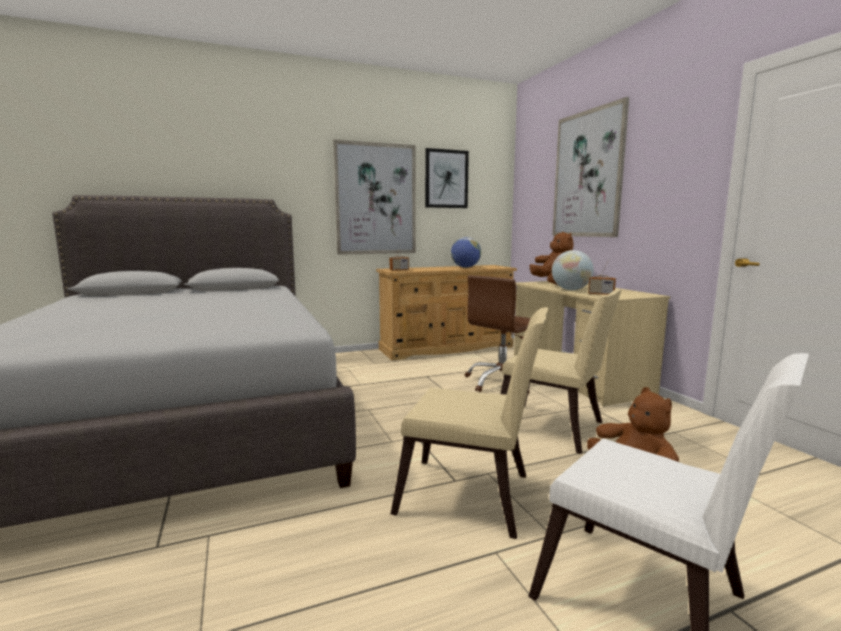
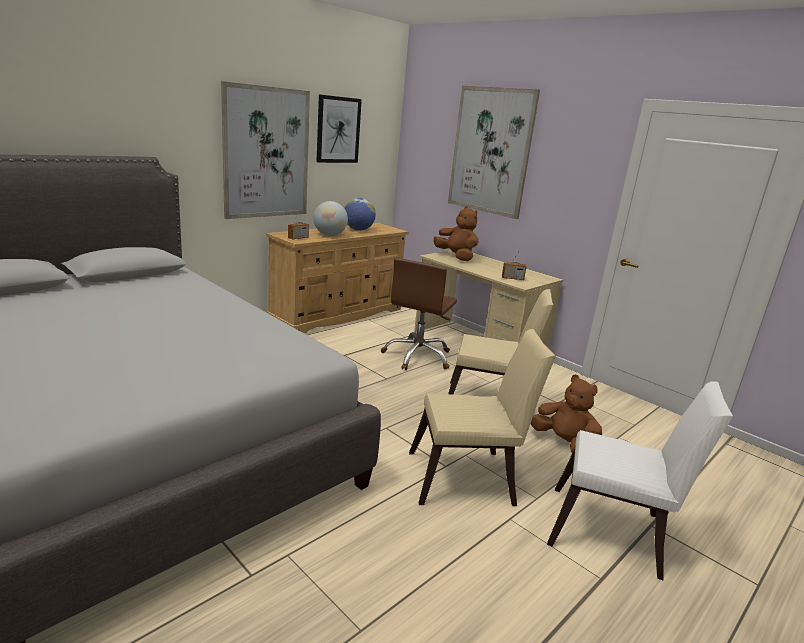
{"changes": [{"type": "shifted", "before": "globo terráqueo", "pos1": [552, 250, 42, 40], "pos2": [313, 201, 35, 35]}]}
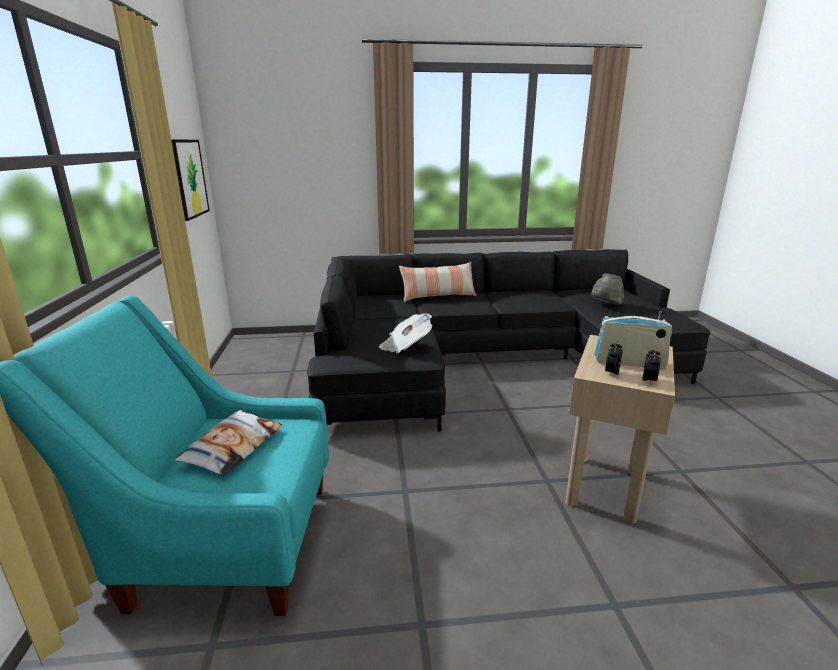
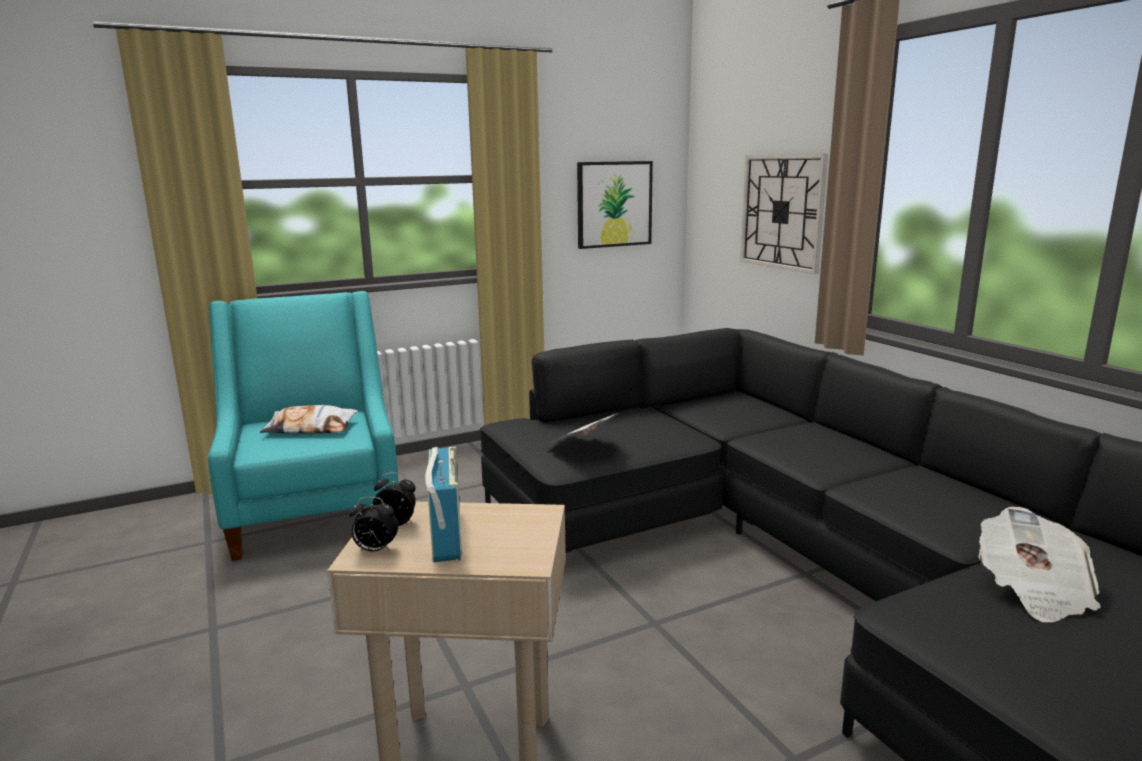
{"changes": [{"type": "gone", "before": "cojín", "pos1": [399, 262, 78, 40]}, {"type": "swapped", "before": "sombrero [gris]", "after": "periódico", "pos1": [591, 273, 33, 32], "pos2": [979, 507, 122, 115]}, {"type": "new", "after": "reloj de pared", "pos2": [740, 154, 88, 120]}]}
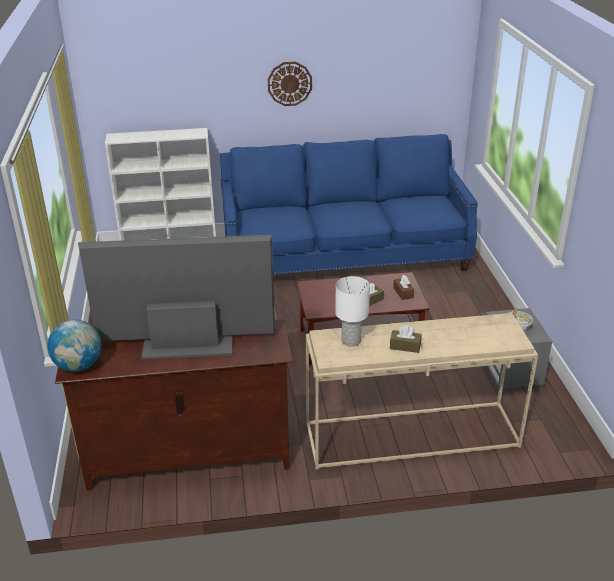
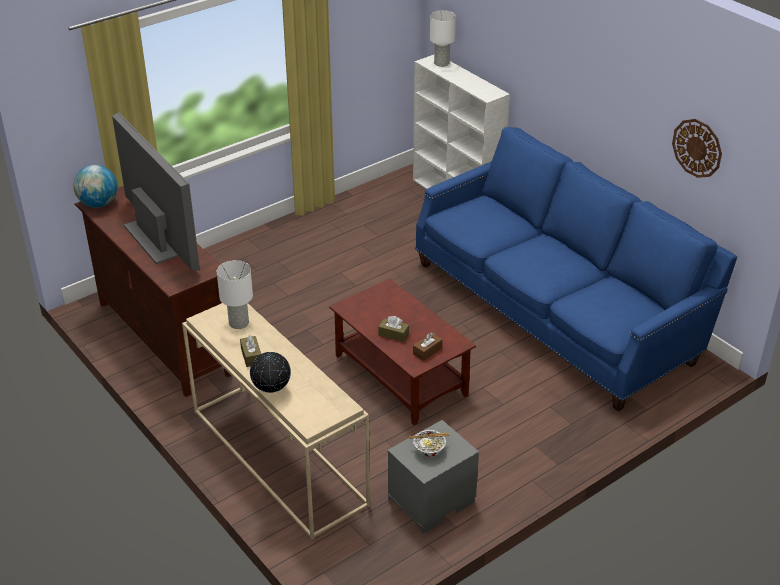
{"changes": [{"type": "shifted", "before": "reloj de pared", "pos1": [268, 62, 44, 44], "pos2": [672, 119, 50, 59]}, {"type": "new", "after": "lámpara de mesa [blanco]", "pos2": [430, 10, 26, 57]}, {"type": "new", "after": "globo terráqueo", "pos2": [250, 352, 41, 41]}]}
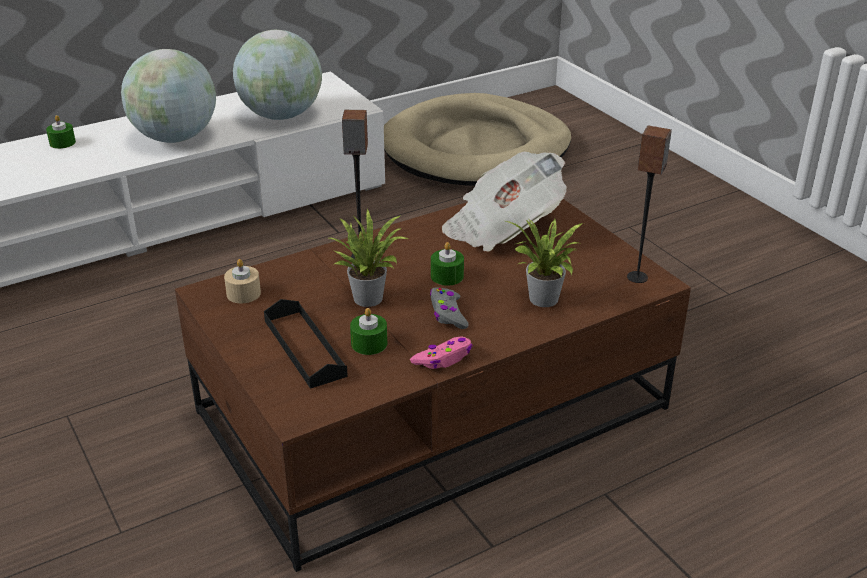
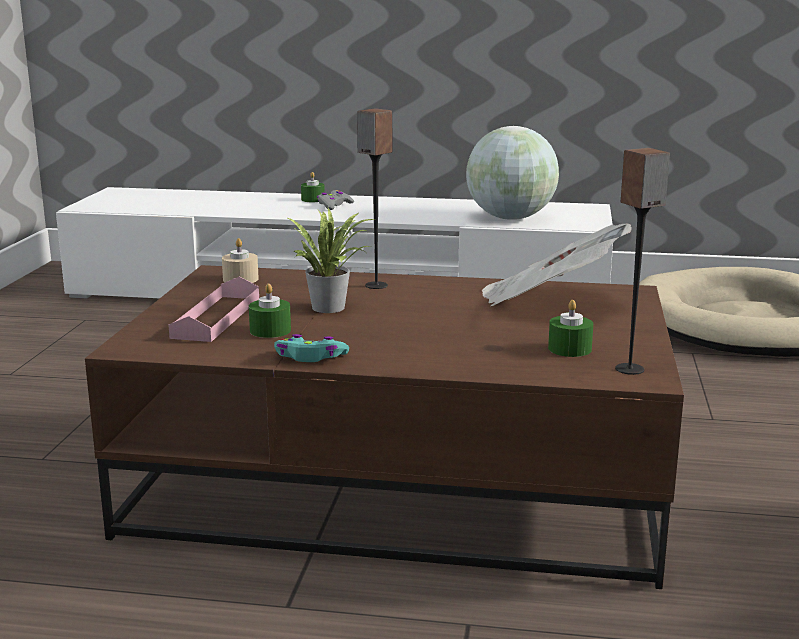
{"changes": [{"type": "gone", "before": "globo terráqueo", "pos1": [121, 49, 95, 94]}, {"type": "gone", "before": "planta en maceta", "pos1": [506, 218, 77, 89]}, {"type": "shifted", "before": "vela [verde]", "pos1": [431, 242, 33, 44], "pos2": [548, 300, 45, 57]}, {"type": "shifted", "before": "mando de consola [gris]", "pos1": [430, 287, 39, 42], "pos2": [317, 190, 37, 20]}, {"type": "repainted", "before": "bandeja [negro]", "after": "bandeja [rosa]", "pos1": [264, 299, 84, 90], "pos2": [169, 276, 90, 66]}, {"type": "repainted", "before": "mando de consola [rosa]", "after": "mando de consola [turquesa]", "pos1": [410, 336, 63, 33], "pos2": [274, 334, 75, 28]}]}
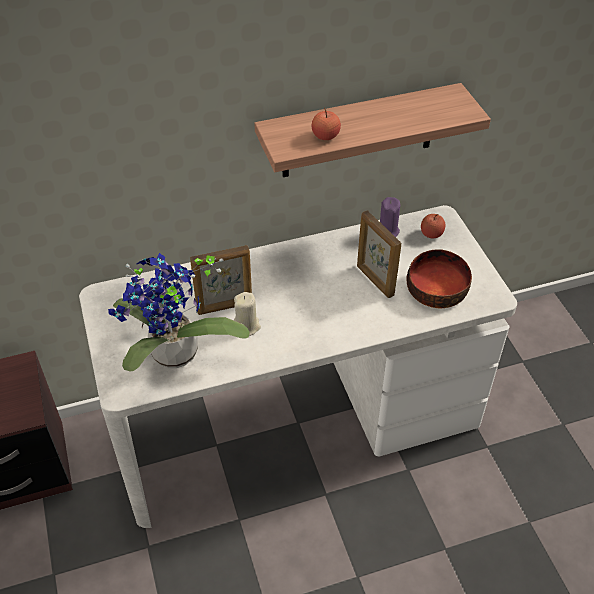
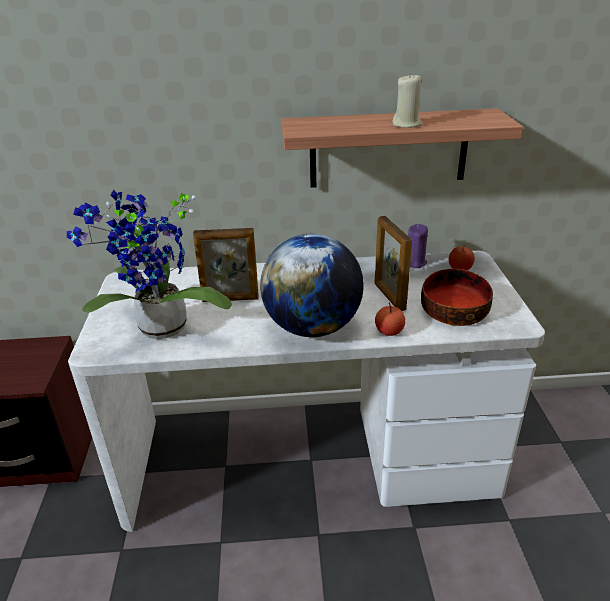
{"changes": [{"type": "shifted", "before": "manzana", "pos1": [311, 108, 30, 32], "pos2": [375, 302, 30, 34]}, {"type": "shifted", "before": "vela [beis]", "pos1": [234, 292, 27, 44], "pos2": [392, 73, 30, 55]}, {"type": "new", "after": "globo terráqueo", "pos2": [260, 234, 104, 103]}]}
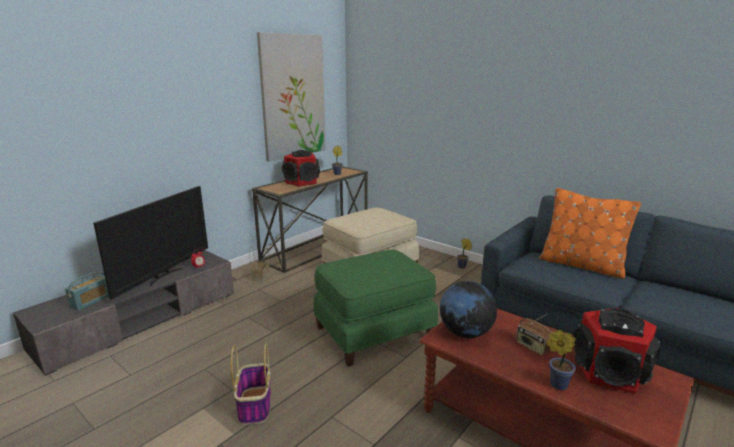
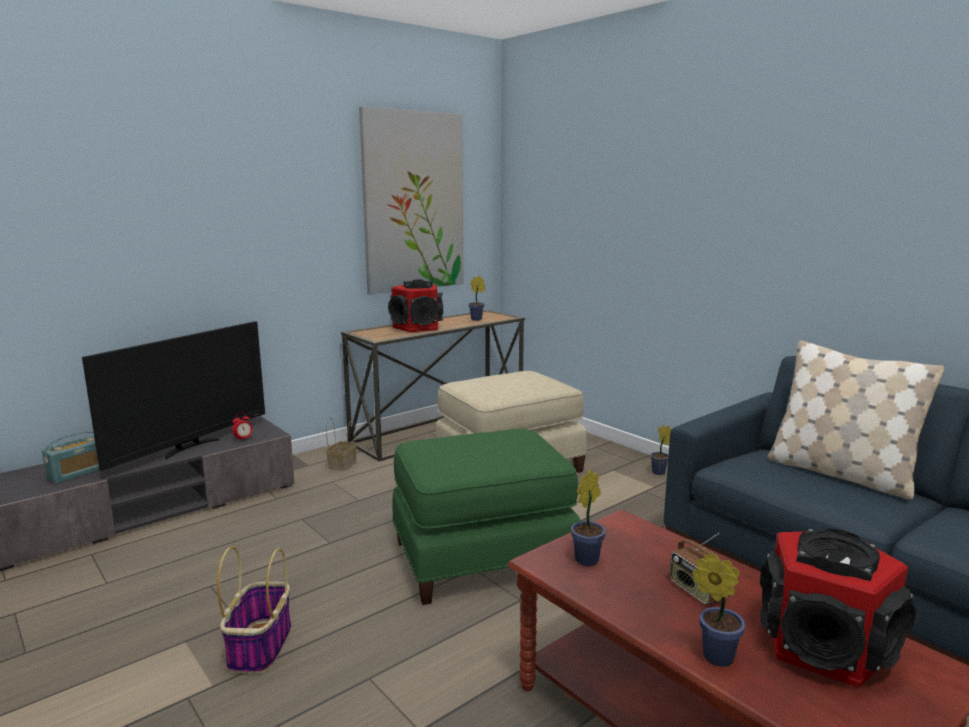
{"changes": [{"type": "repainted", "before": "cojín [naranja]", "after": "cojín [beis]", "pos1": [539, 188, 102, 91], "pos2": [767, 341, 178, 159]}, {"type": "swapped", "before": "globo terráqueo", "after": "planta en maceta", "pos1": [440, 281, 57, 57], "pos2": [571, 470, 35, 96]}]}
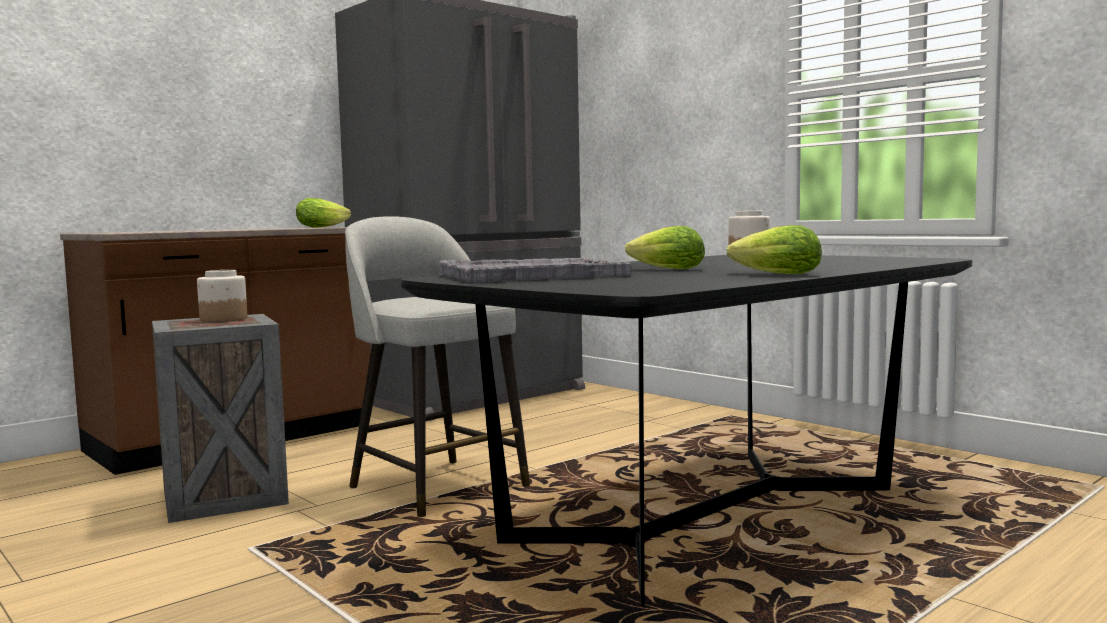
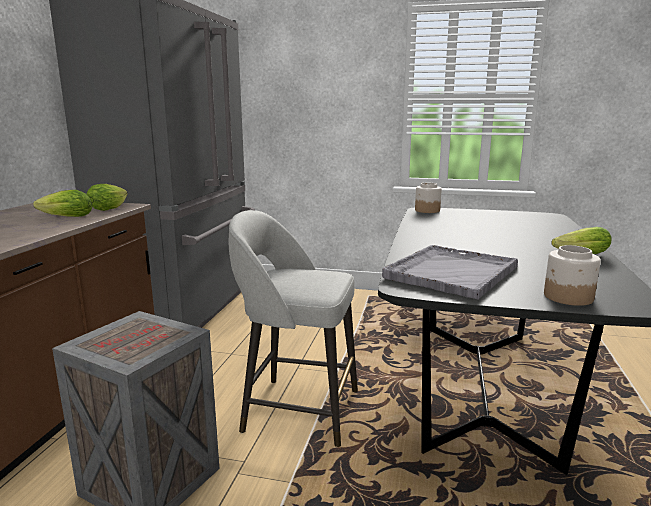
{"changes": [{"type": "shifted", "before": "lechuga", "pos1": [625, 226, 80, 43], "pos2": [33, 190, 60, 27]}, {"type": "shifted", "before": "tarro", "pos1": [197, 270, 50, 52], "pos2": [544, 245, 57, 61]}]}
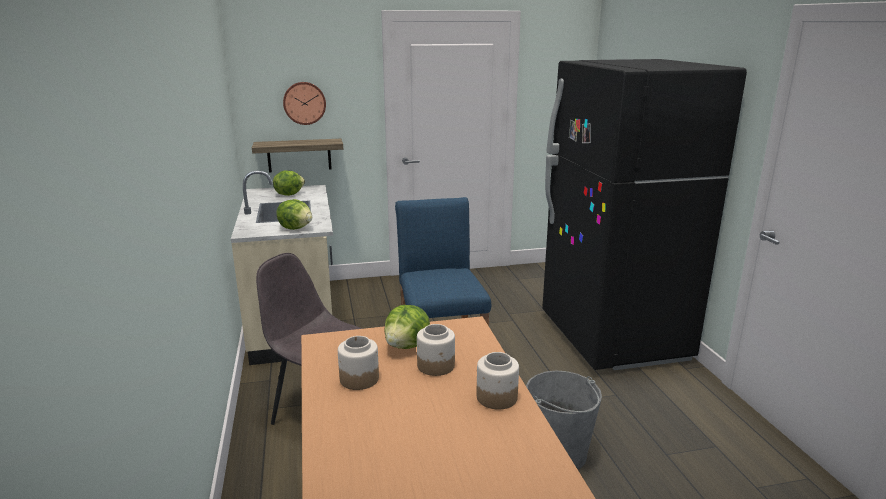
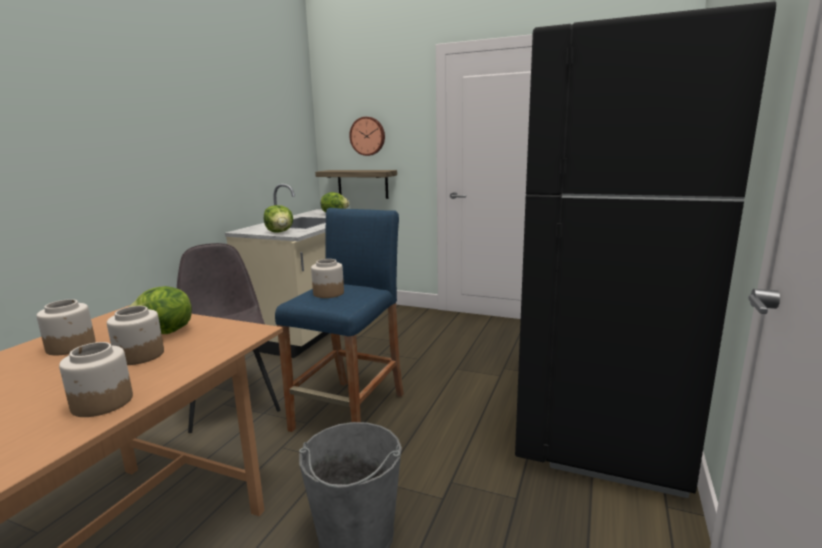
{"changes": [{"type": "new", "after": "tarro", "pos2": [311, 259, 33, 39]}]}
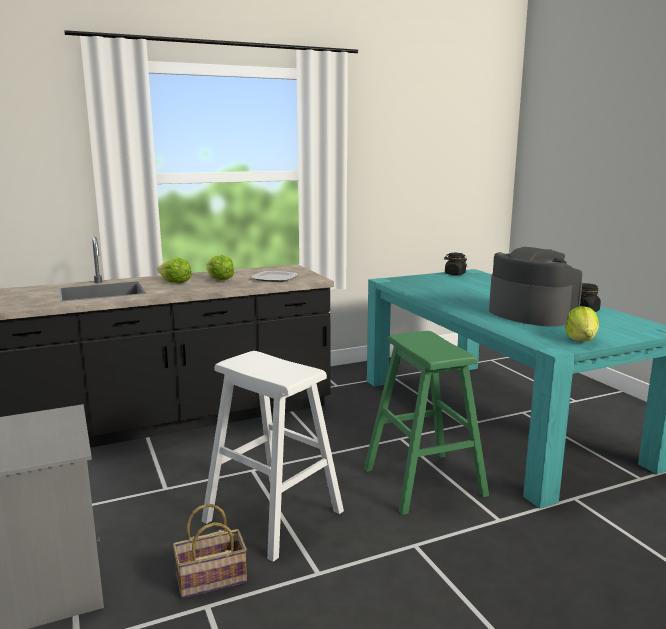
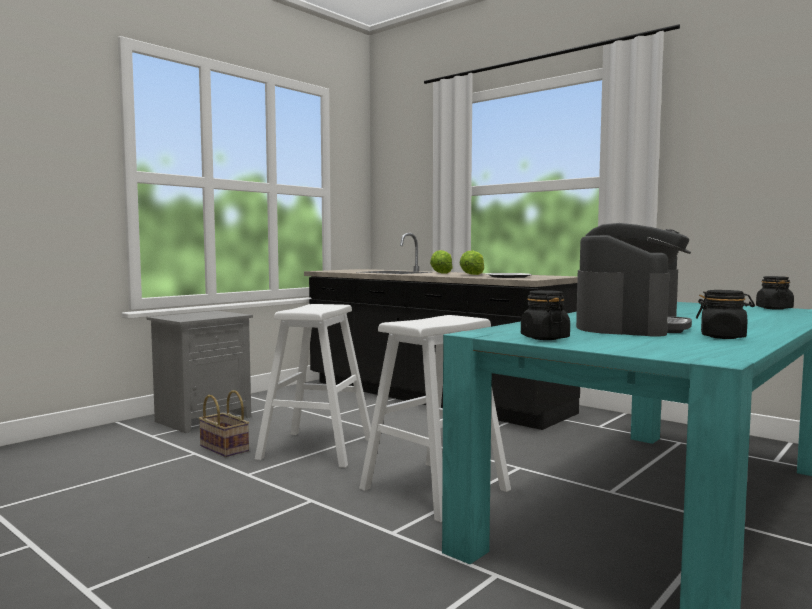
{"changes": [{"type": "swapped", "before": "lechuga", "after": "tarro [negro]", "pos1": [565, 306, 34, 35], "pos2": [521, 290, 49, 50]}, {"type": "repainted", "before": "taburete [verde]", "after": "taburete [blanco]", "pos1": [364, 331, 125, 184], "pos2": [359, 315, 152, 207]}]}
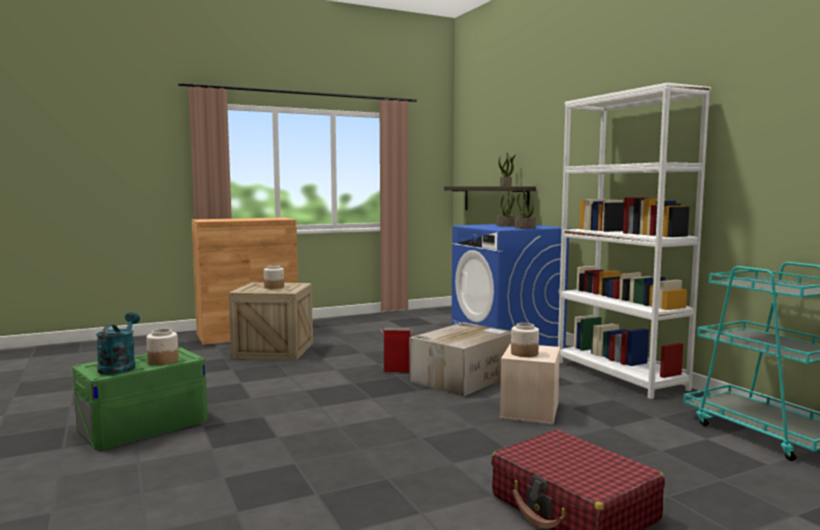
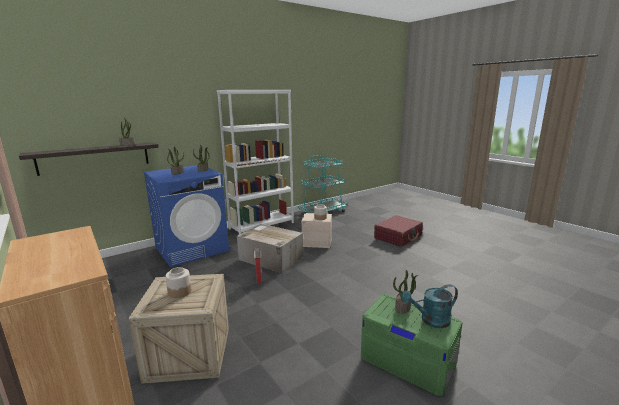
{"changes": [{"type": "swapped", "before": "tarro", "after": "planta en maceta", "pos1": [146, 329, 33, 36], "pos2": [393, 270, 25, 44]}]}
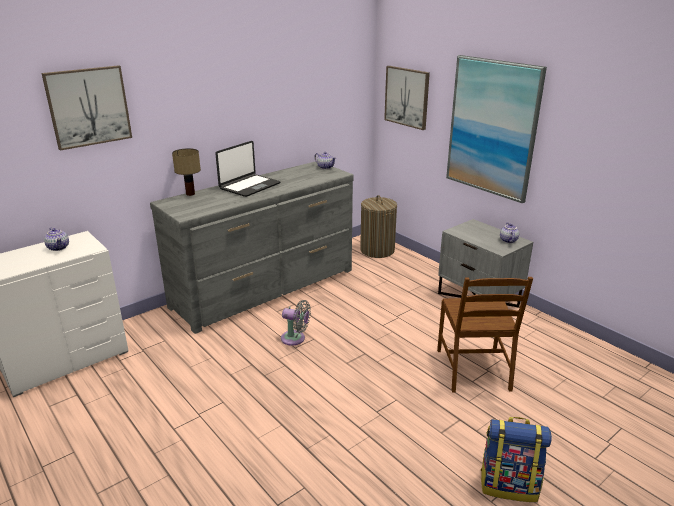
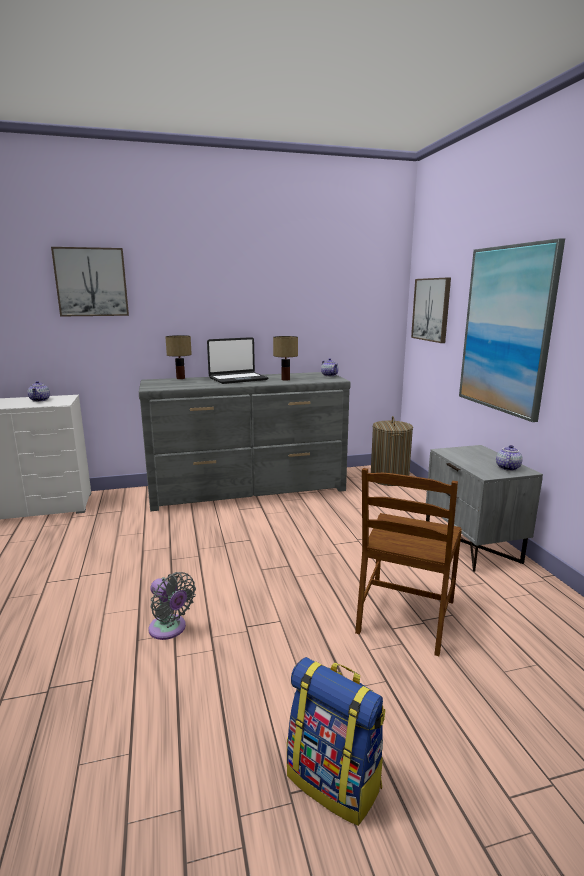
{"changes": [{"type": "shifted", "before": "ventilador [gris]", "pos1": [281, 300, 30, 46], "pos2": [148, 572, 48, 68]}, {"type": "new", "after": "lámpara de mesa", "pos2": [273, 336, 25, 45]}]}
